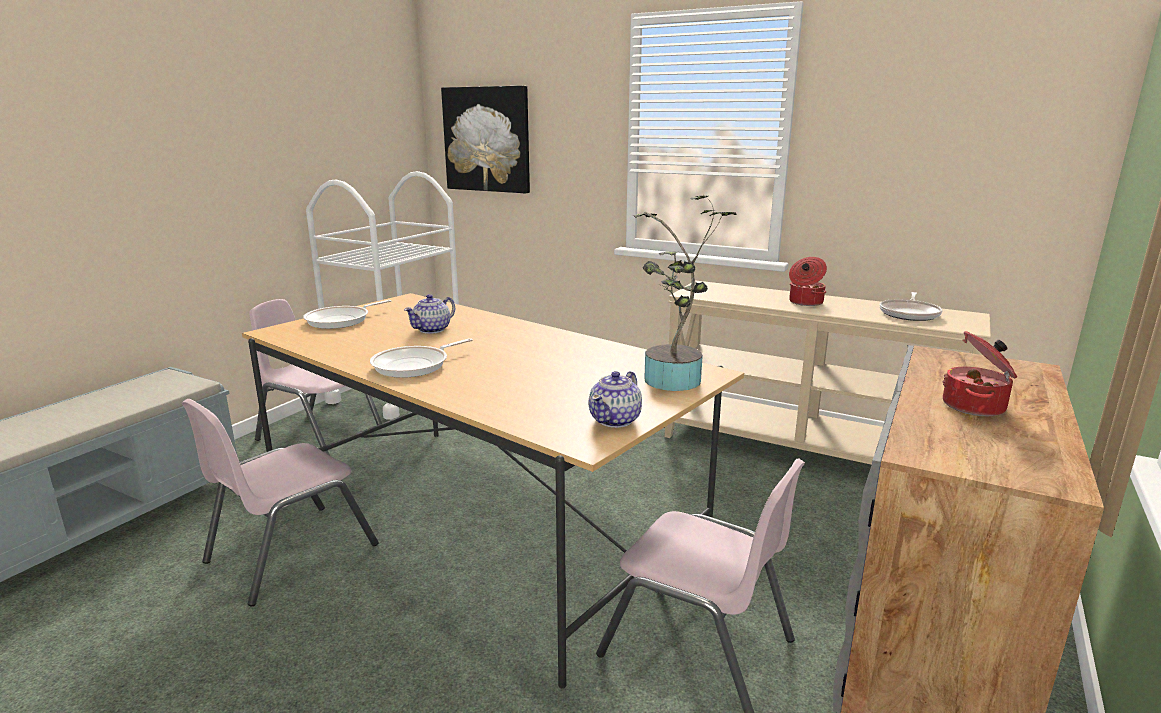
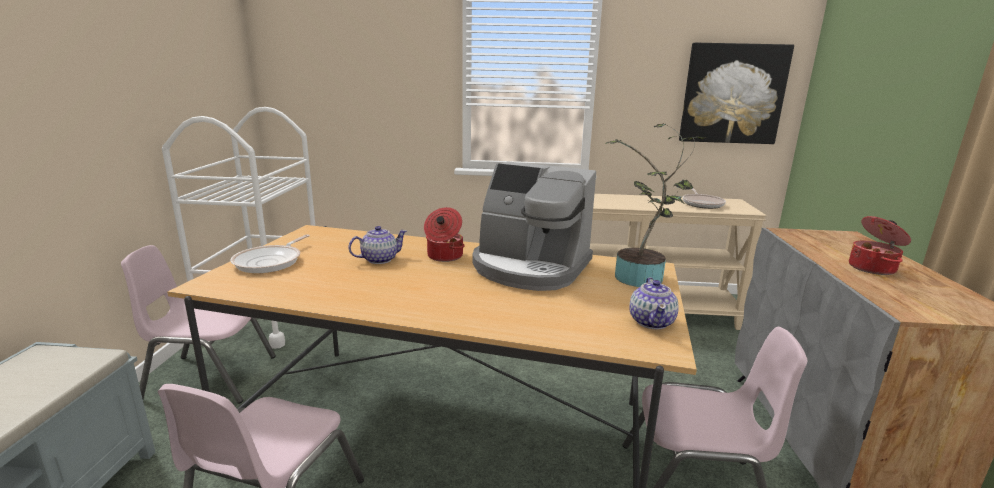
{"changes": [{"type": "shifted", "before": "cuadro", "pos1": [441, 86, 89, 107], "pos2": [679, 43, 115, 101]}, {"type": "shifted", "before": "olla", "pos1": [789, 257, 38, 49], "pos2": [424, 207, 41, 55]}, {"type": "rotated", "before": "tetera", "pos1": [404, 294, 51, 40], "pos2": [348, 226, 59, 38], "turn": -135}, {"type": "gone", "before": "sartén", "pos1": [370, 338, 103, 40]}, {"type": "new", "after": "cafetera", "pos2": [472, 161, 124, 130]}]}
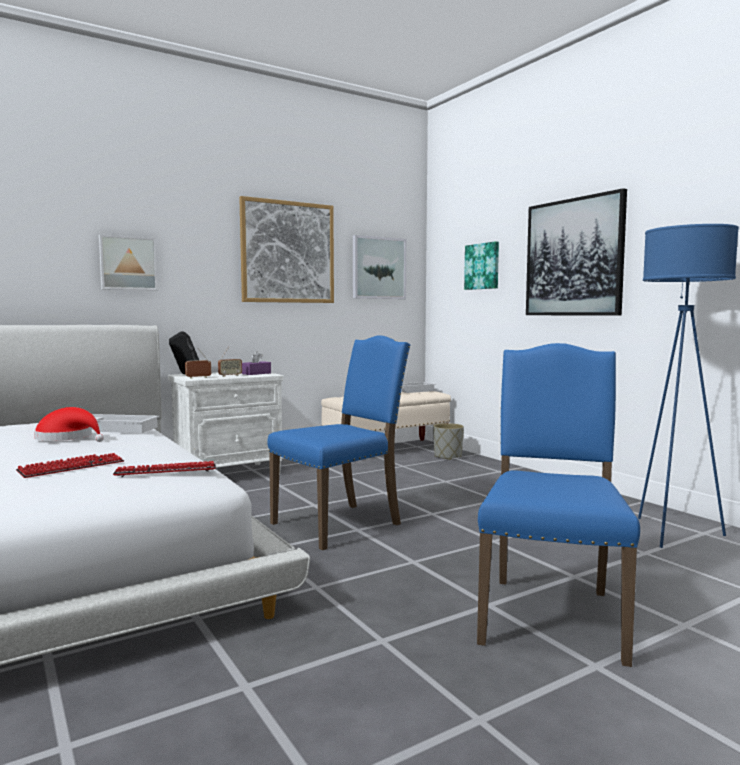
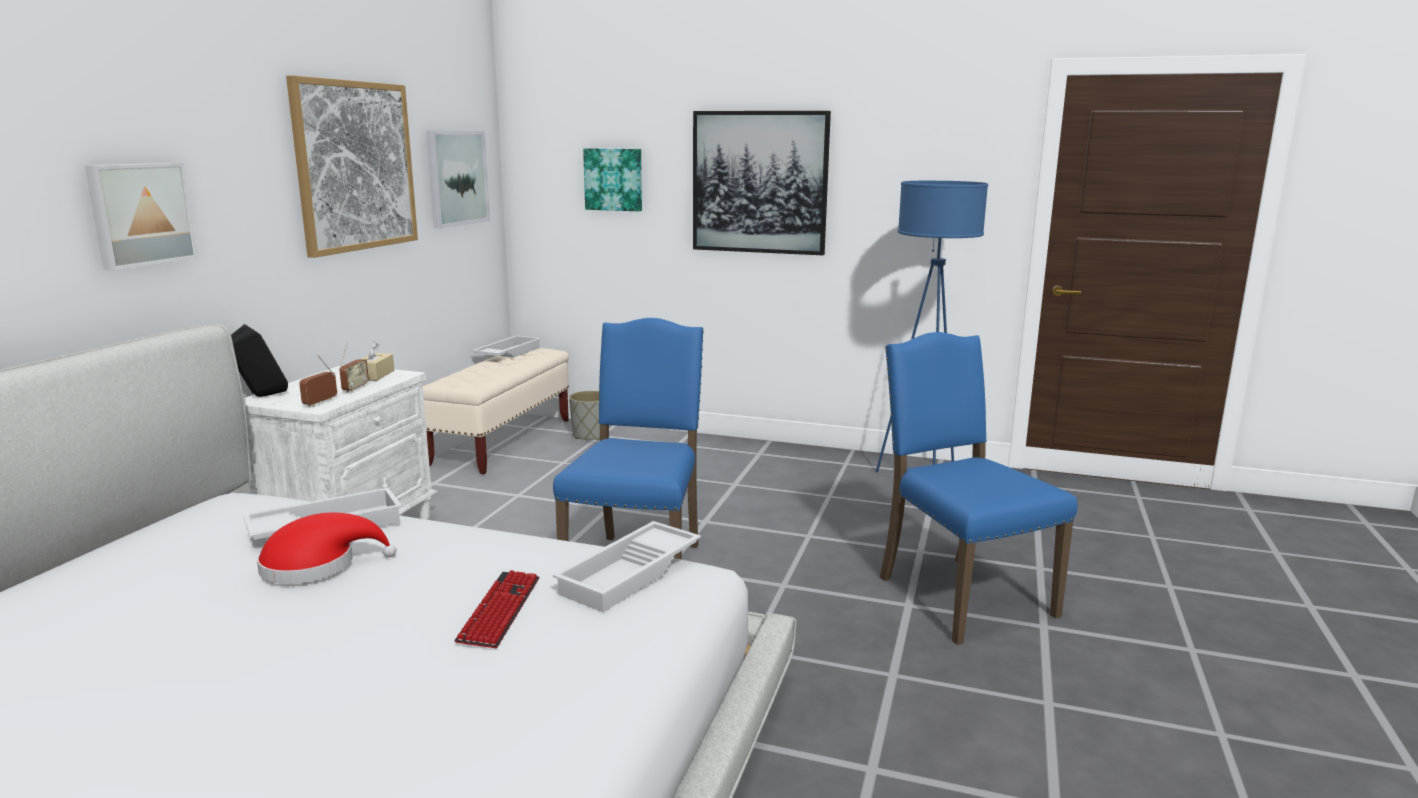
{"changes": [{"type": "repainted", "before": "caja de pañuelos [morado]", "after": "caja de pañuelos [beis]", "pos1": [242, 352, 29, 23], "pos2": [362, 341, 32, 40]}, {"type": "swapped", "before": "teclado", "after": "bandeja [blanco]", "pos1": [113, 461, 103, 16], "pos2": [552, 521, 149, 91]}]}
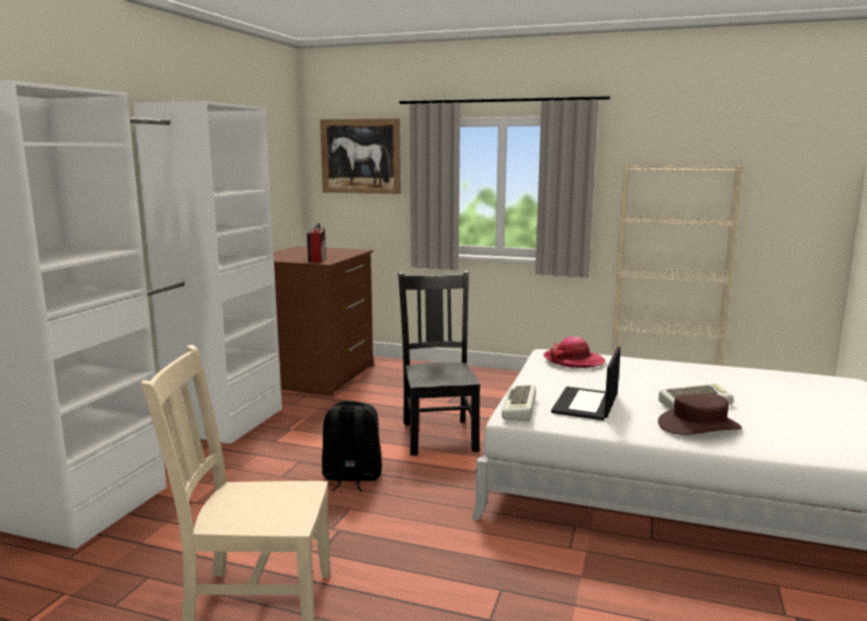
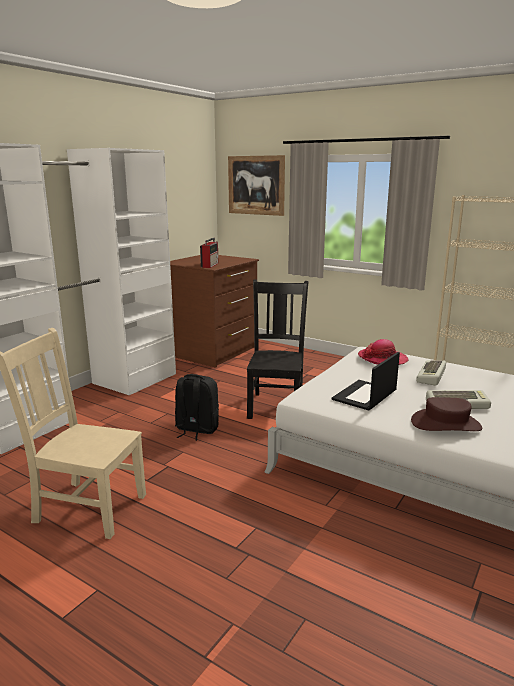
{"changes": [{"type": "shifted", "before": "teclado", "pos1": [502, 385, 34, 36], "pos2": [416, 360, 30, 26]}]}
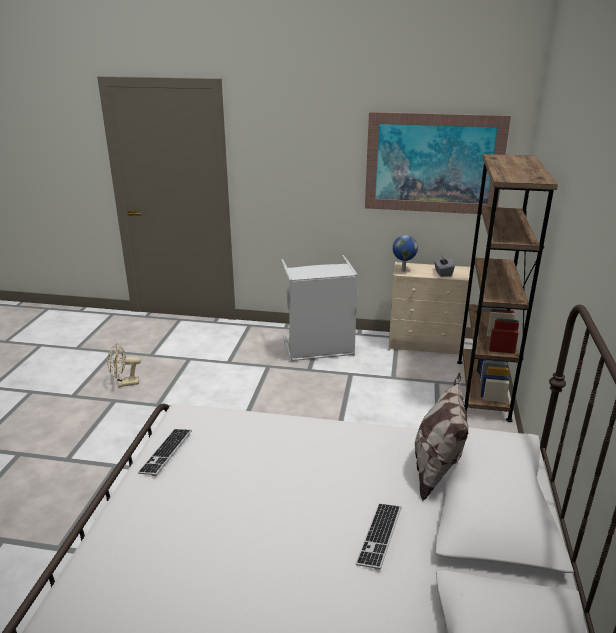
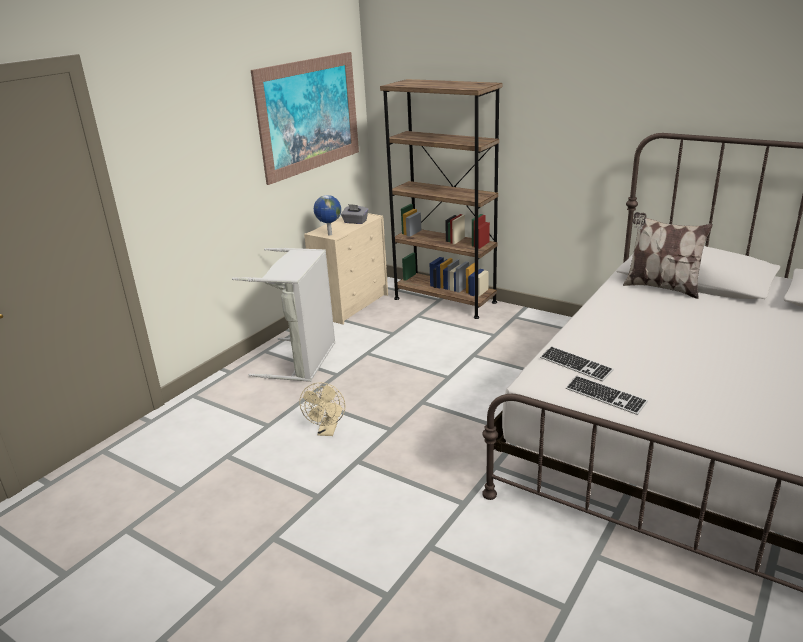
{"changes": [{"type": "shifted", "before": "ventilador [beis]", "pos1": [107, 343, 34, 44], "pos2": [299, 382, 47, 54]}, {"type": "shifted", "before": "teclado", "pos1": [355, 503, 46, 67], "pos2": [540, 346, 74, 36]}]}
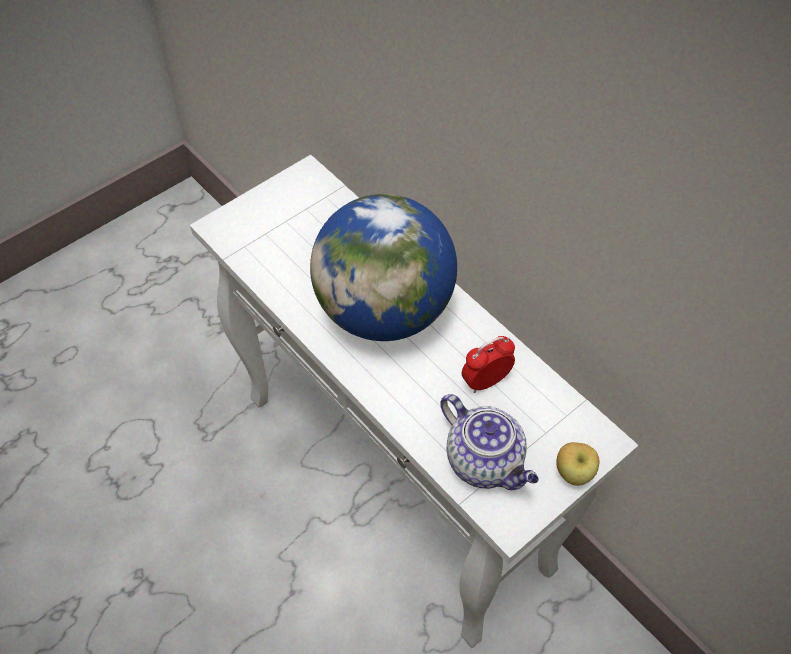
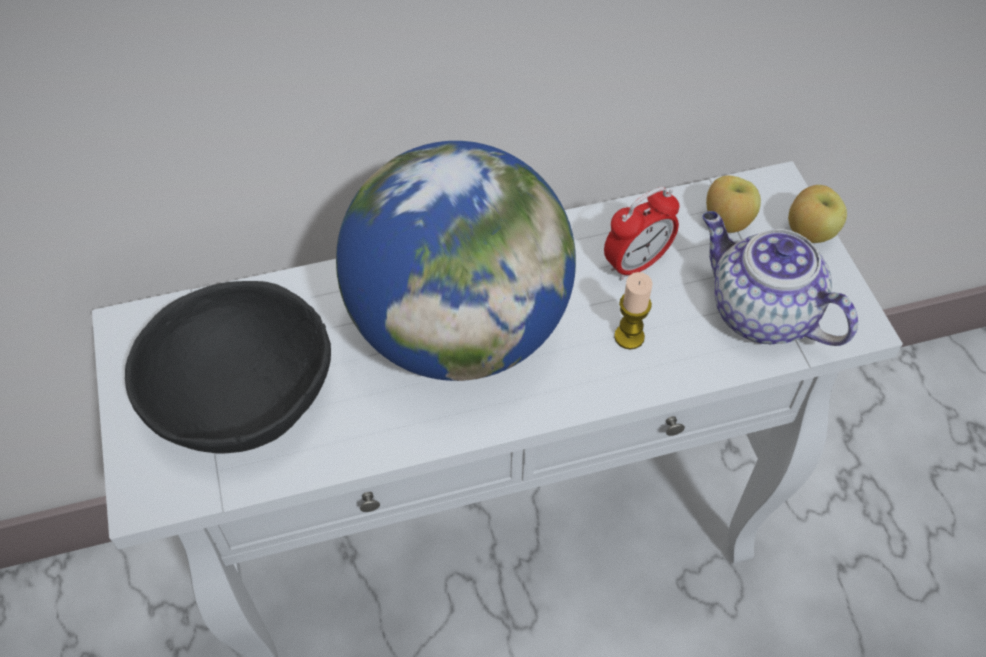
{"changes": [{"type": "rotated", "before": "despertador", "pos1": [462, 336, 53, 57], "pos2": [604, 187, 75, 93], "turn": -120}, {"type": "rotated", "before": "tetera", "pos1": [440, 394, 99, 96], "pos2": [702, 211, 156, 135], "turn": -120}, {"type": "new", "after": "manzana", "pos2": [706, 175, 55, 58]}, {"type": "new", "after": "vela", "pos2": [614, 272, 39, 78]}, {"type": "new", "after": "cuenco [negro]", "pos2": [125, 281, 206, 173]}]}
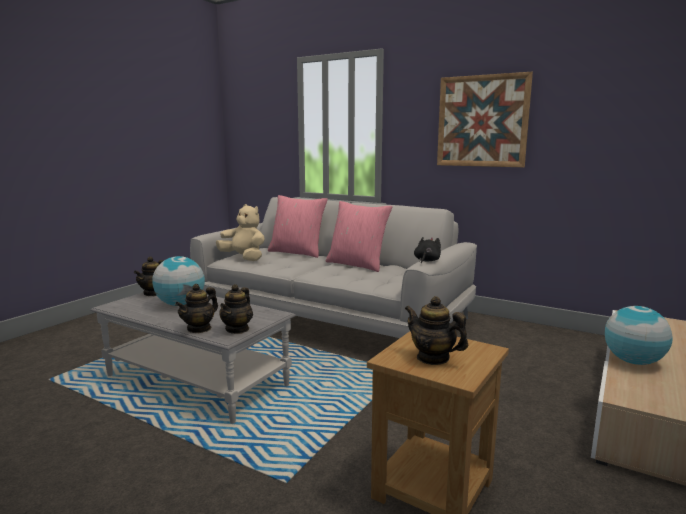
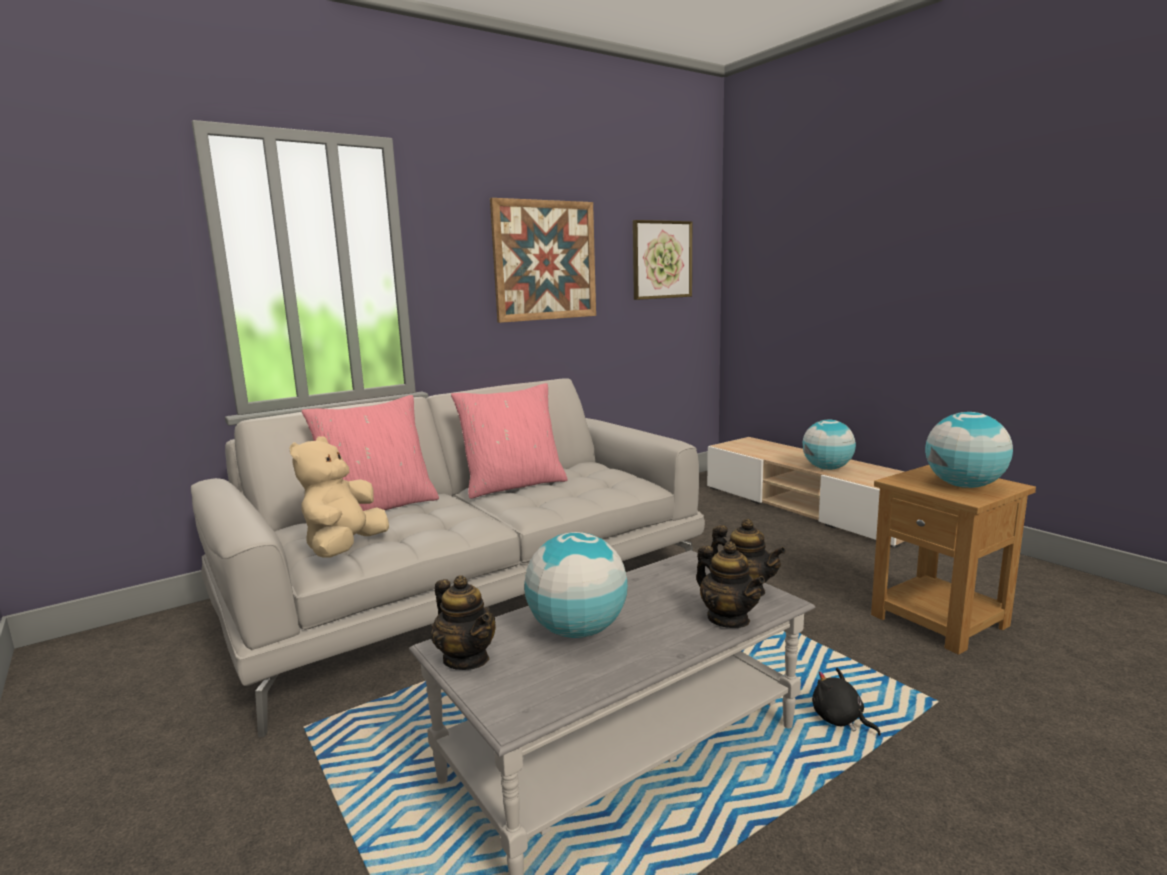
{"changes": [{"type": "rotated", "before": "peluche [beis]", "pos1": [216, 204, 49, 57], "pos2": [289, 436, 100, 122], "turn": -45}, {"type": "shifted", "before": "peluche [negro]", "pos1": [414, 237, 27, 27], "pos2": [812, 668, 69, 68]}, {"type": "swapped", "before": "tetera", "after": "globo terráqueo", "pos1": [405, 296, 63, 69], "pos2": [925, 412, 88, 76]}, {"type": "new", "after": "cuadro", "pos2": [633, 220, 59, 80]}]}
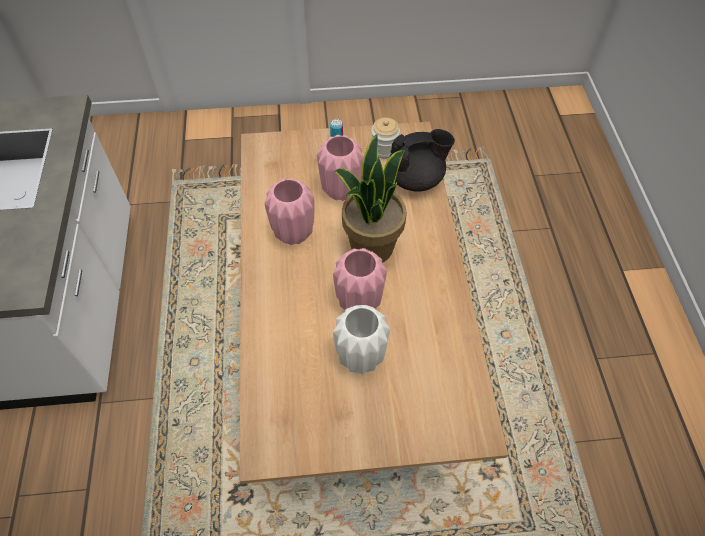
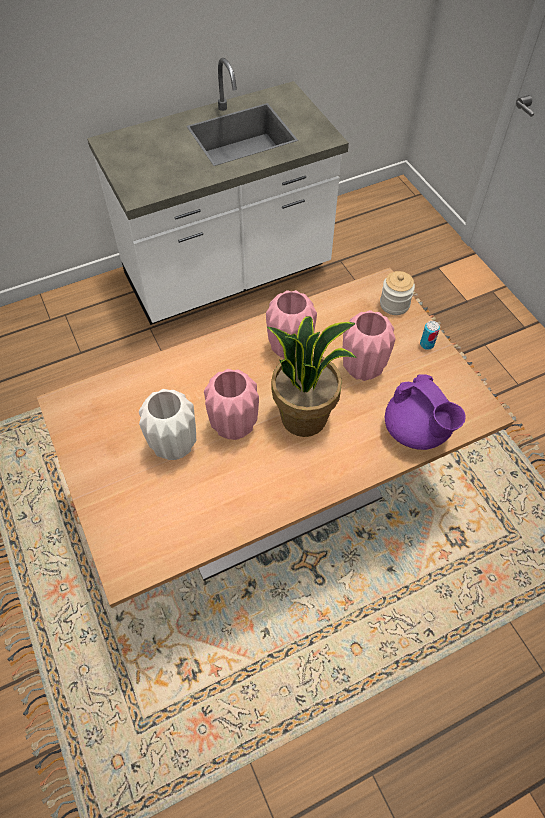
{"changes": [{"type": "shifted", "before": "tarro", "pos1": [371, 118, 29, 41], "pos2": [380, 271, 35, 44]}, {"type": "repainted", "before": "tetera [negro]", "after": "tetera [morado]", "pos1": [390, 129, 65, 63], "pos2": [385, 374, 81, 76]}]}
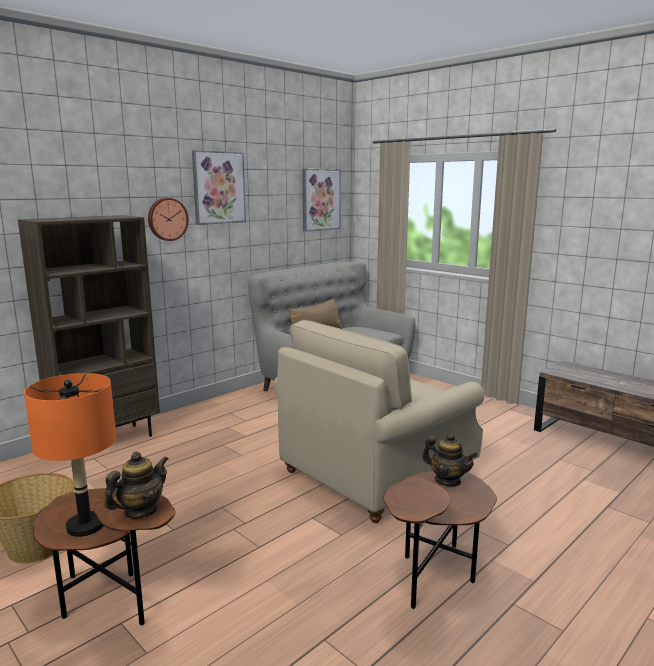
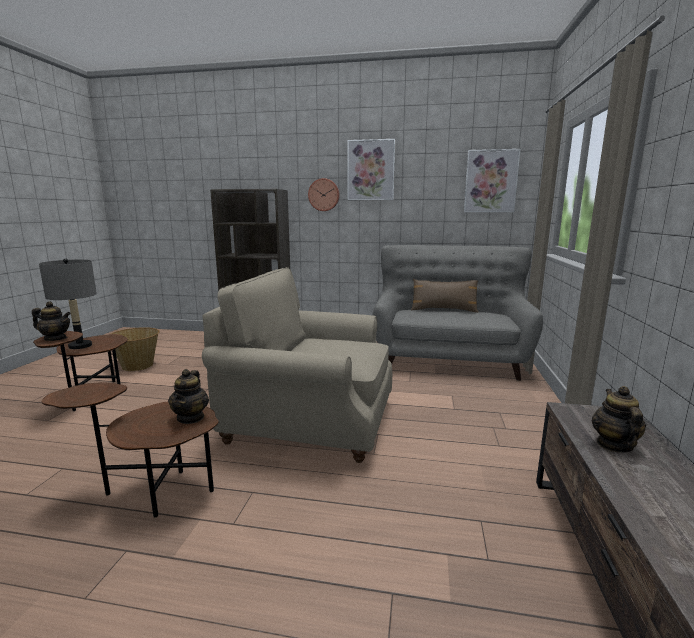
{"changes": [{"type": "repainted", "before": "lámpara de mesa [naranja]", "after": "lámpara de mesa [gris]", "pos1": [24, 373, 92, 164], "pos2": [39, 258, 58, 91]}, {"type": "new", "after": "tetera", "pos2": [591, 386, 55, 67]}]}
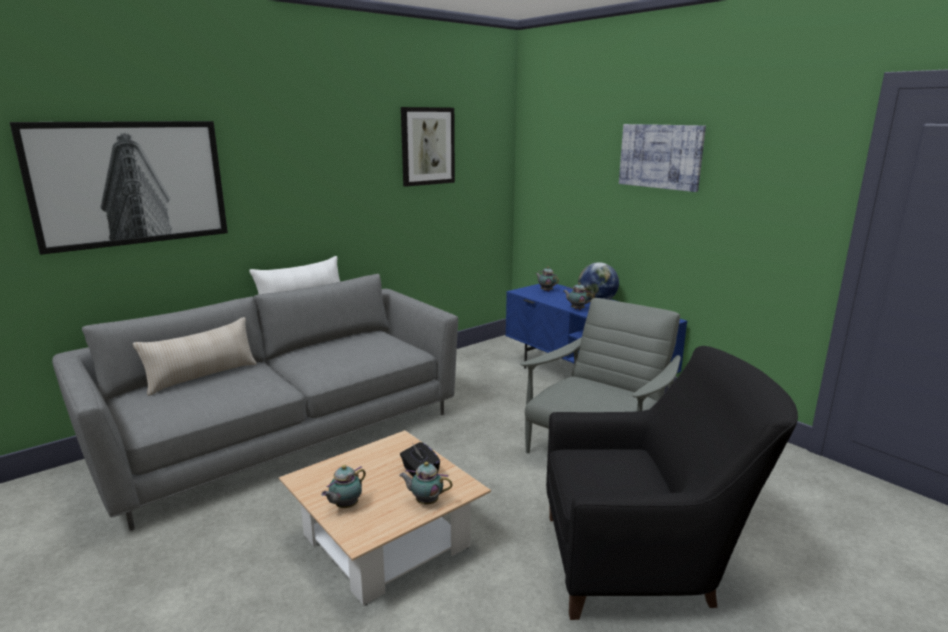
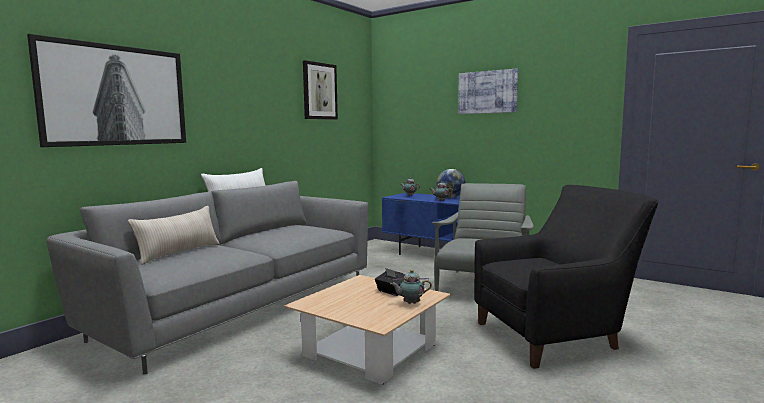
{"changes": [{"type": "gone", "before": "tetera", "pos1": [321, 465, 45, 43]}]}
